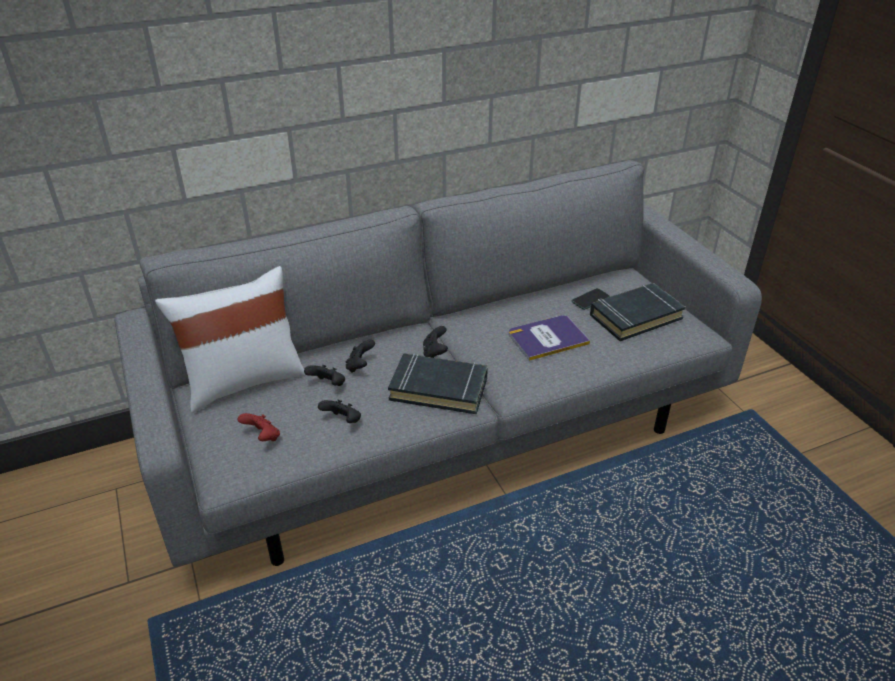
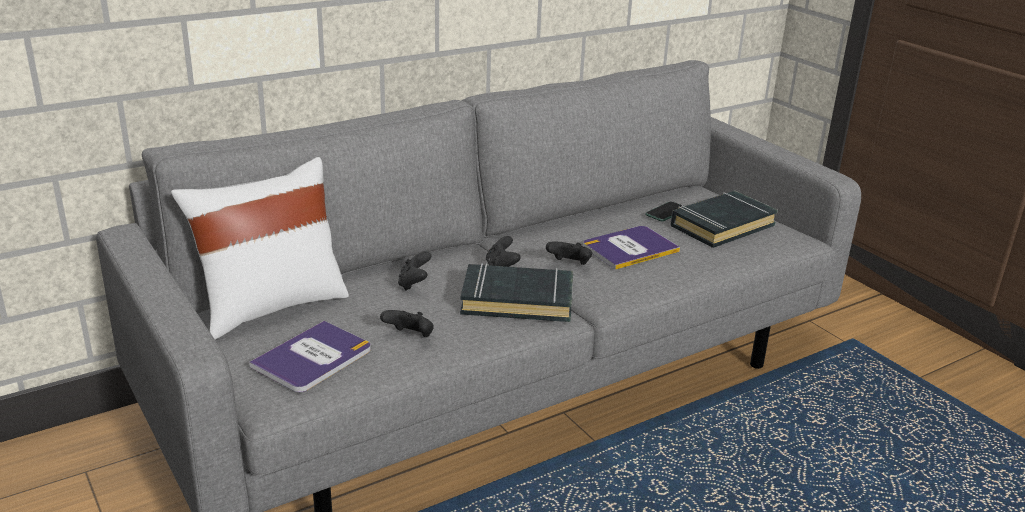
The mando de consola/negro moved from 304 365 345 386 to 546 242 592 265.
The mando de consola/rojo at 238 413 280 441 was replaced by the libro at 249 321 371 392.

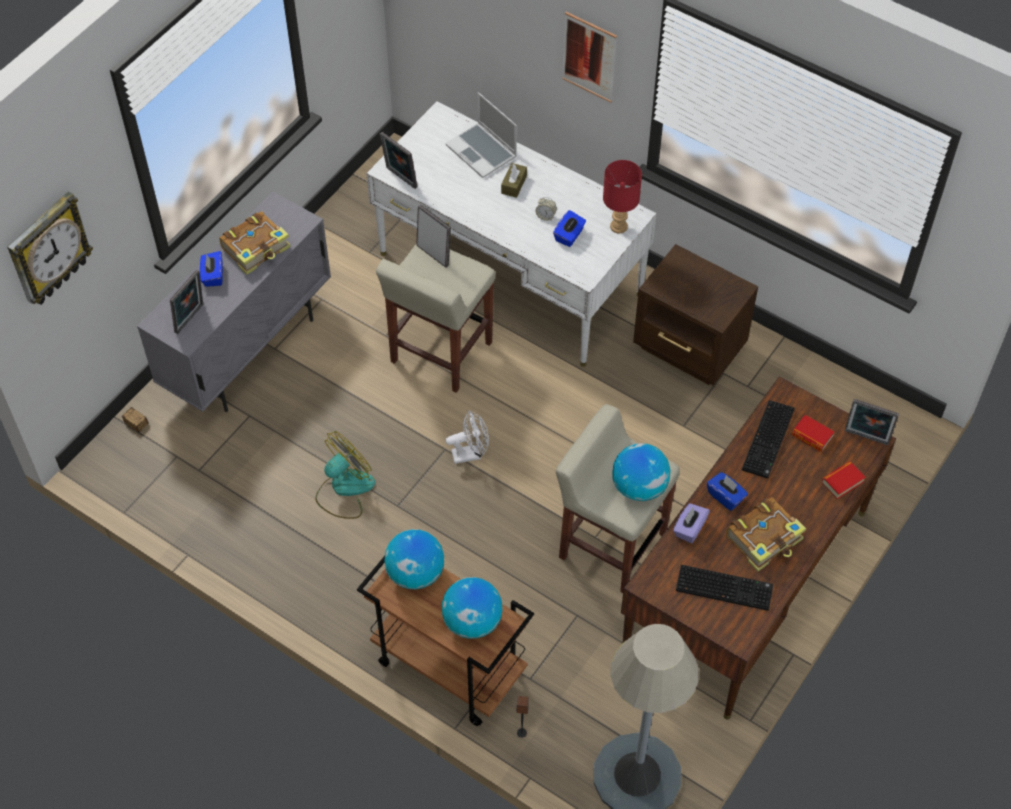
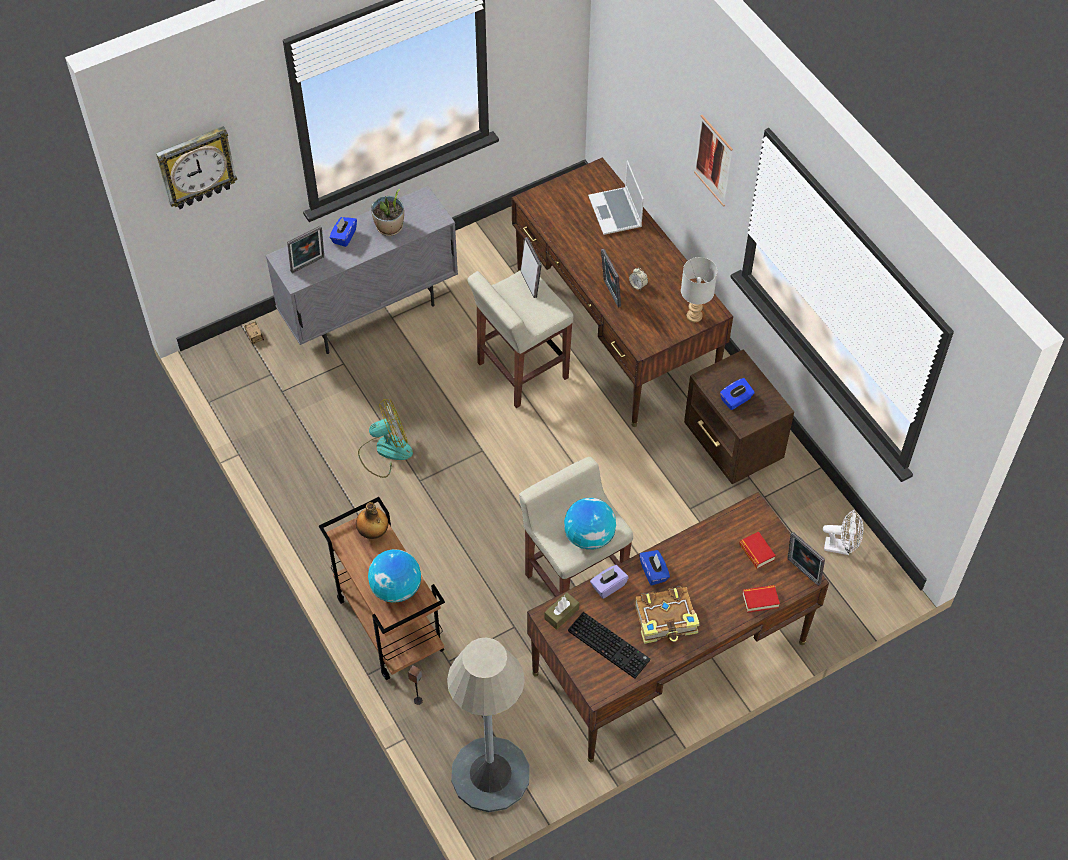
The teclado at 742 400 795 478 disappeared.
The portarretratos moved from 380 132 418 189 to 601 249 621 308.
The ventilador/blanco moved from 445 410 489 464 to 823 510 863 555.
The caja de pañuelos/marrón moved from 501 163 527 198 to 544 592 579 630.
The caja de pañuelos/azul moved from 553 210 586 247 to 720 378 755 410.
The libro at 219 211 291 275 was replaced by the planta en maceta at 371 189 404 236.
The globo terráqueo at 384 529 444 589 was replaced by the botella at 356 502 388 539.
The escritorio/blanco at 366 102 656 367 became the escritorio/marrón at 512 157 733 427.
The lámpara de mesa/rojo at 603 160 642 233 became the lámpara de mesa/gris at 681 257 717 322.

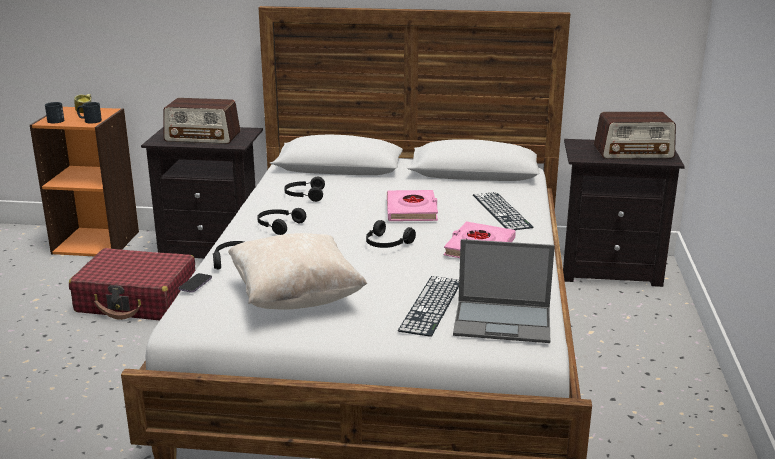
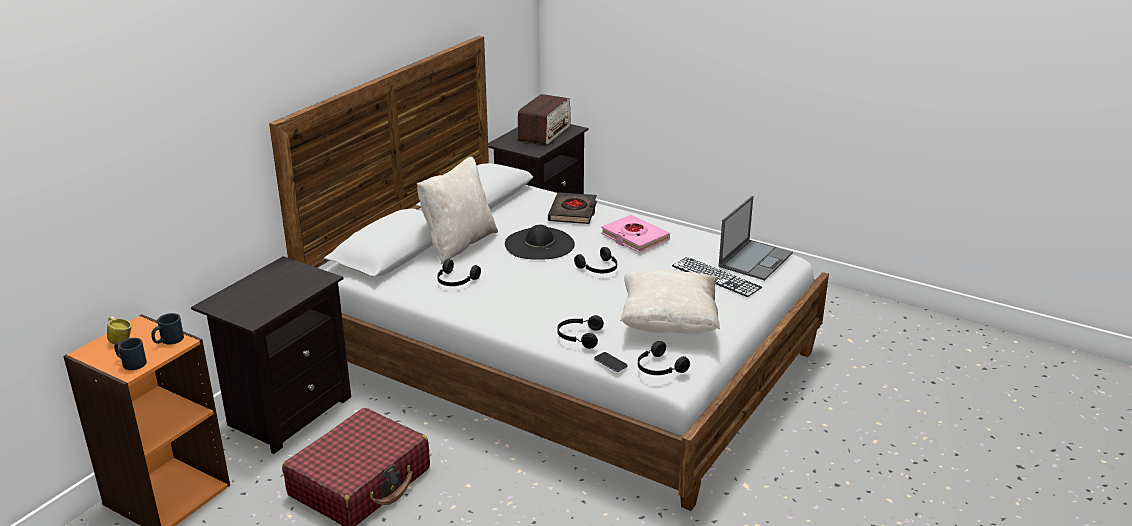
The radio at 163 98 240 144 disappeared.
The cojín/beis at 417 157 498 264 appeared.
The auriculares/negro moved from 257 208 306 235 to 638 341 690 375.
The libro/rosa at 387 190 438 221 was replaced by the sombrero/negro at 505 225 575 260.
The teclado at 473 192 534 230 was replaced by the libro/negro at 548 192 597 224.

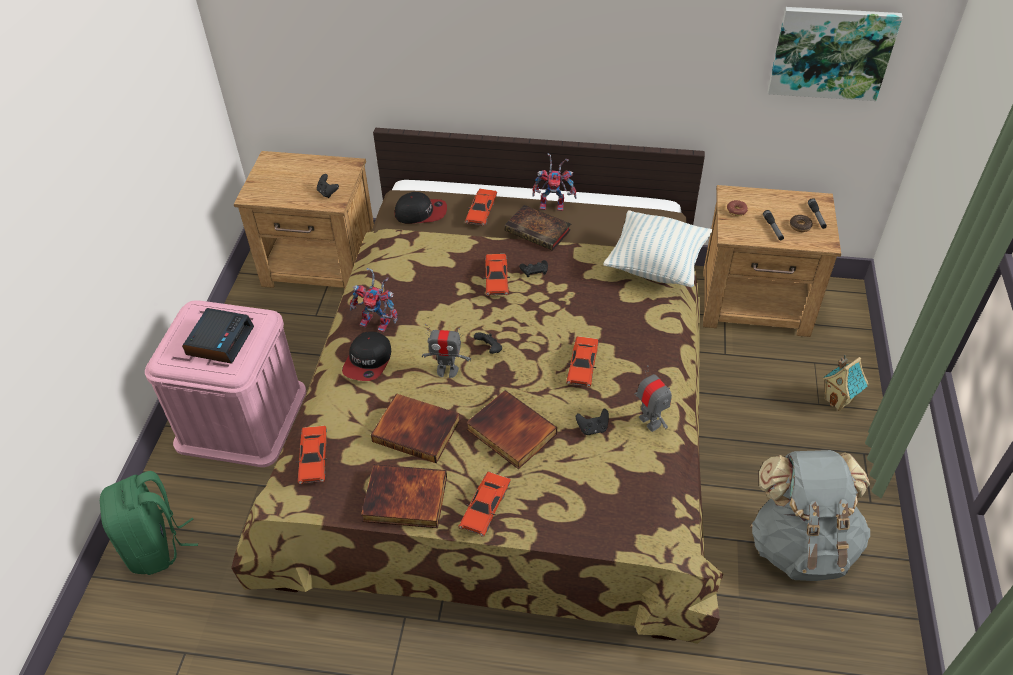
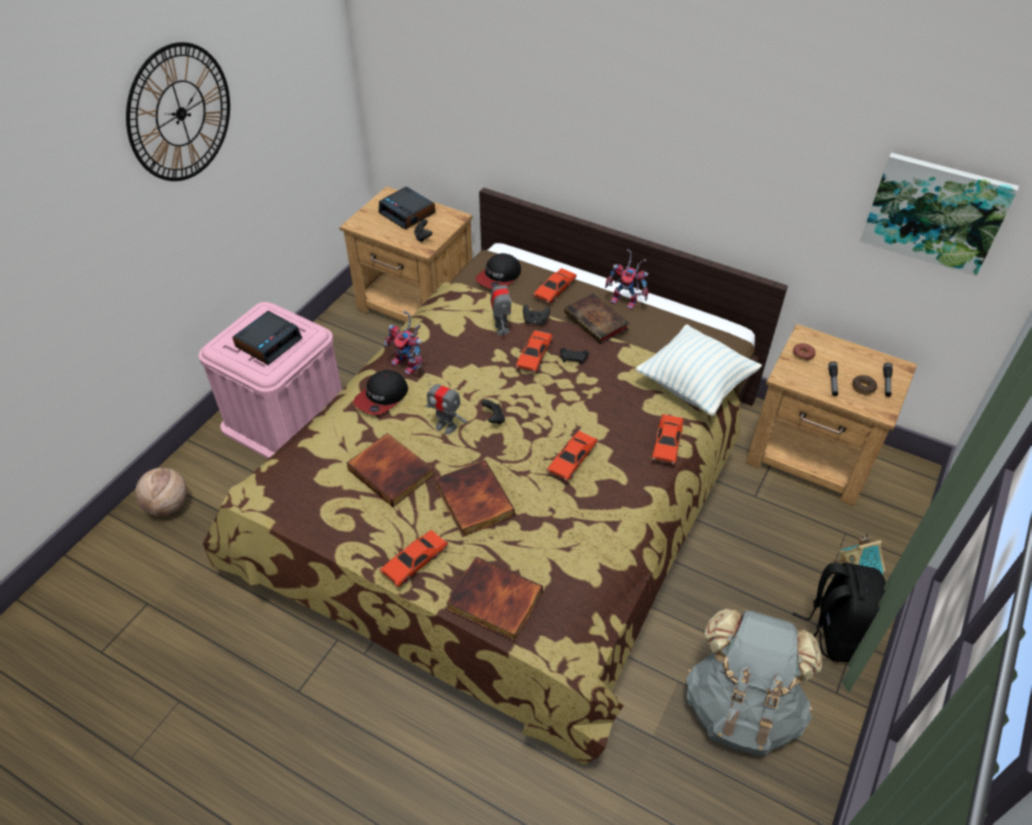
The reloj de pared at 126 42 230 181 appeared.
The despertador at 379 187 435 230 appeared.
The mochila/negro at 792 563 886 662 appeared.
The coche de juguete/rojo moved from 295 426 327 484 to 651 414 684 465.
The libro moved from 361 464 447 528 to 446 557 543 642.
The mando de consola/negro moved from 576 409 609 435 to 523 305 550 325.
The robot de juguete moved from 634 365 672 432 to 490 275 511 335.
The mochila/verde at 100 471 198 575 was replaced by the balón de baloncesto at 135 468 187 516.
The gorra at 394 192 447 224 turned 105 degrees clockwise.

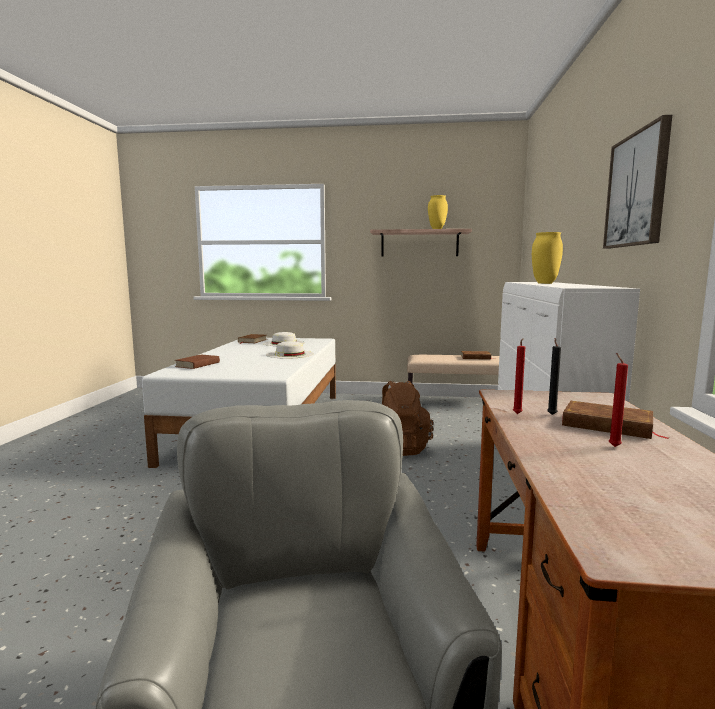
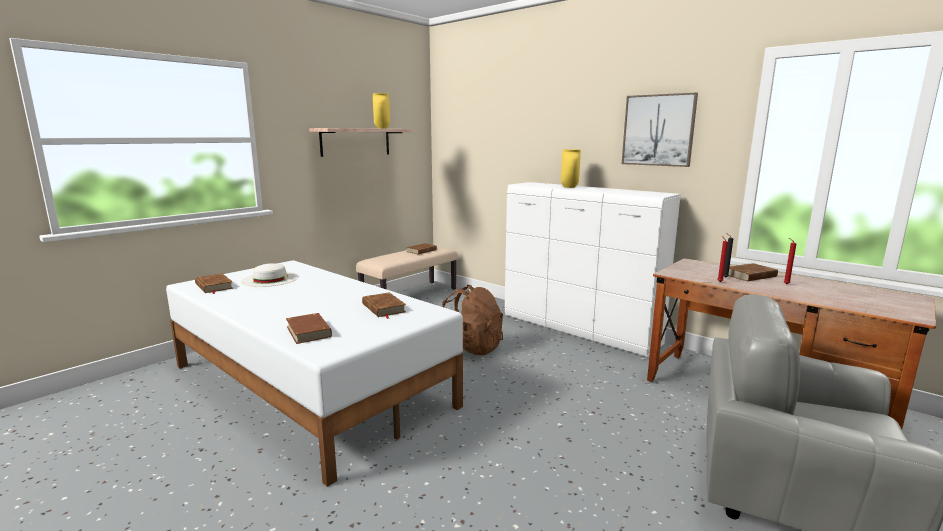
The sombrero/blanco at 266 341 314 359 disappeared.
The libro/marrón at 362 292 406 319 appeared.

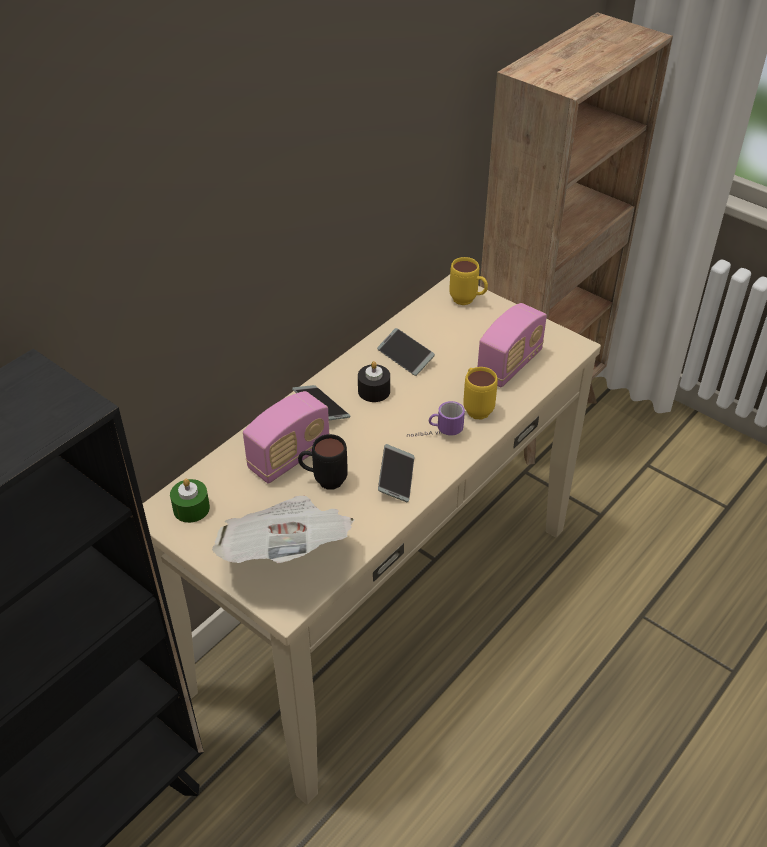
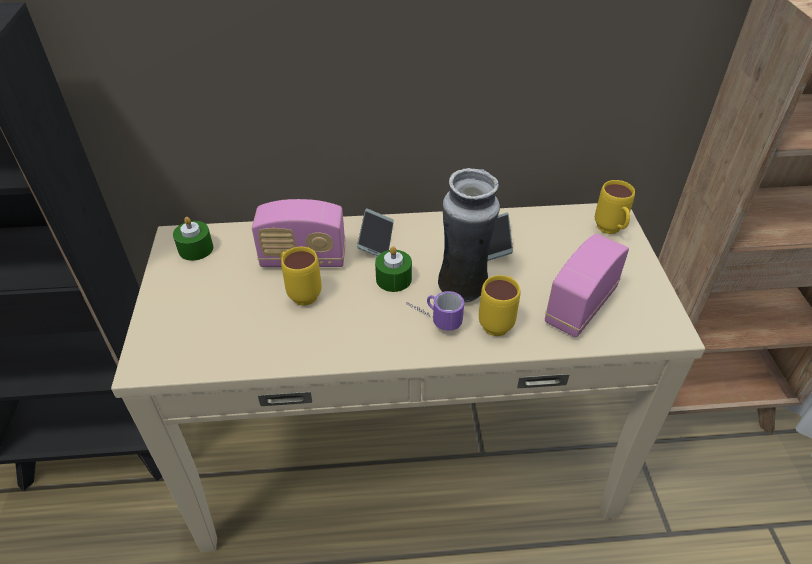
The periódico at 212 496 355 563 disappeared.
The vela/negro at 358 361 390 402 disappeared.
The móvil at 378 444 414 502 disappeared.
The vela/verde at 375 246 412 292 appeared.
The florero at 438 168 500 303 appeared.
The taza grande/negro at 298 434 348 490 became the taza grande/amarillo at 281 247 322 306.
The radio at 477 303 547 387 turned 135 degrees clockwise.

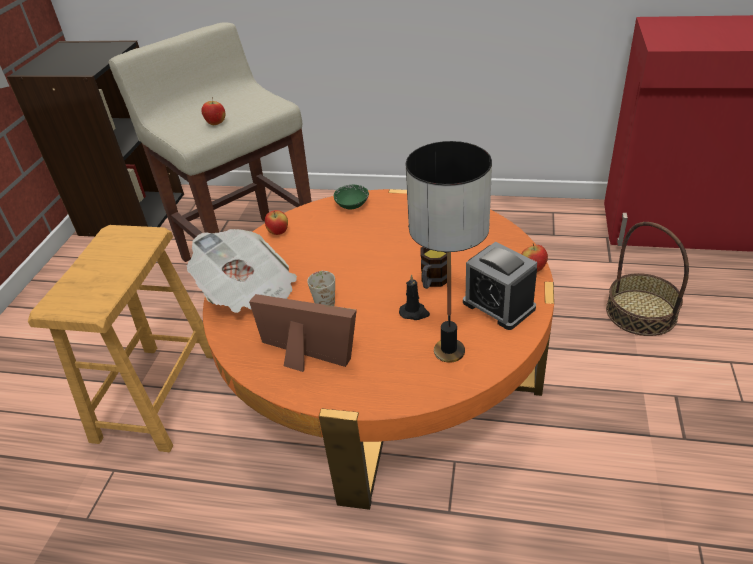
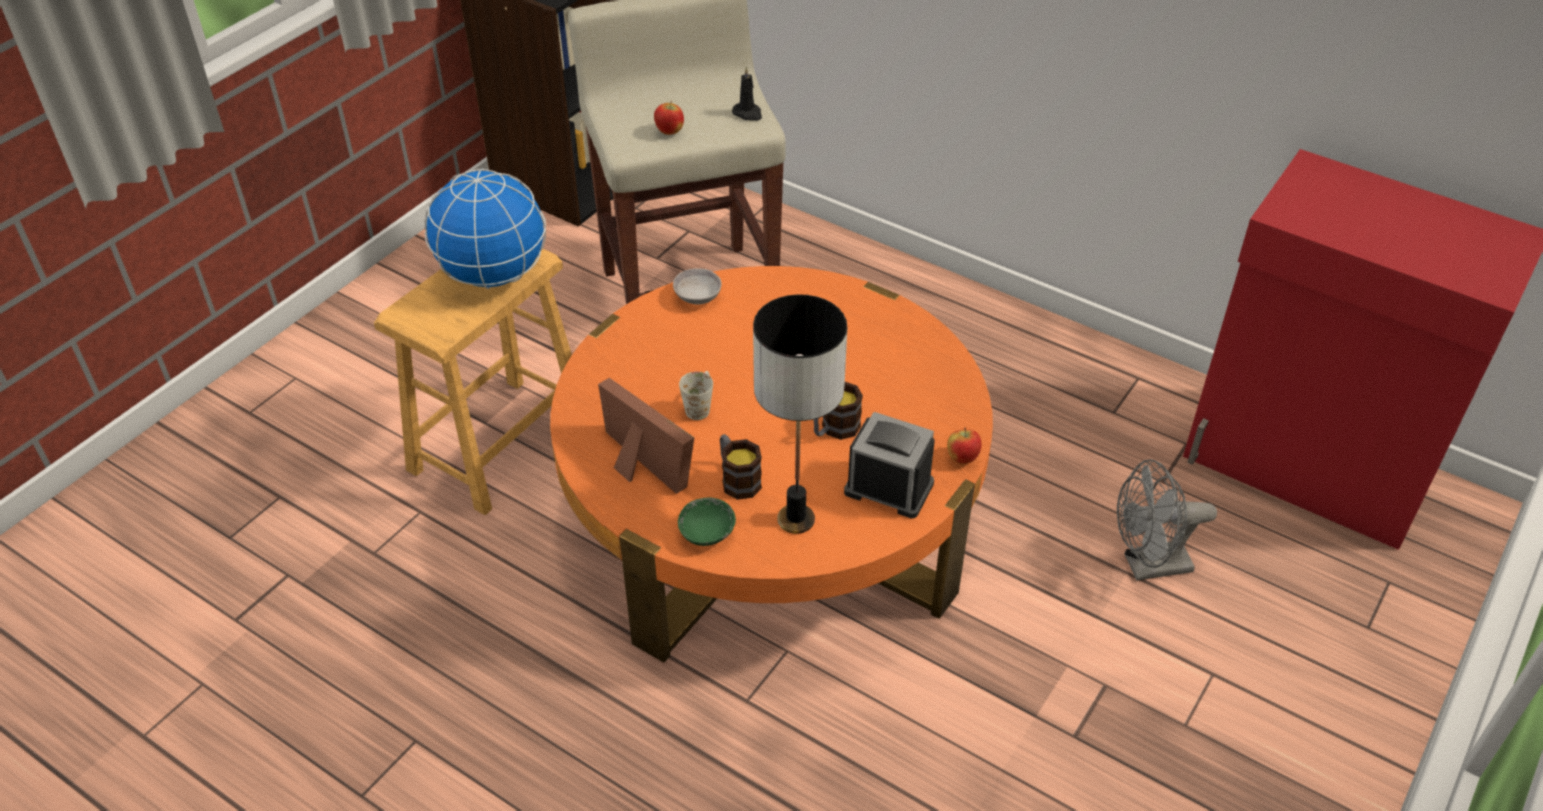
The periódico at 187 229 297 313 disappeared.
The globo terráqueo at 425 169 546 289 appeared.
The taza grande at 720 434 762 500 appeared.
The cuenco/verde moved from 334 185 369 209 to 678 498 736 546.
The vela/negro moved from 399 274 430 320 to 732 66 762 121.
The manzana at 265 210 288 235 was replaced by the cuenco/gris at 673 268 722 304.
The cesta at 606 222 689 336 was replaced by the ventilador/gris at 1117 459 1217 581.
The despertador at 463 242 537 330 turned 135 degrees clockwise.

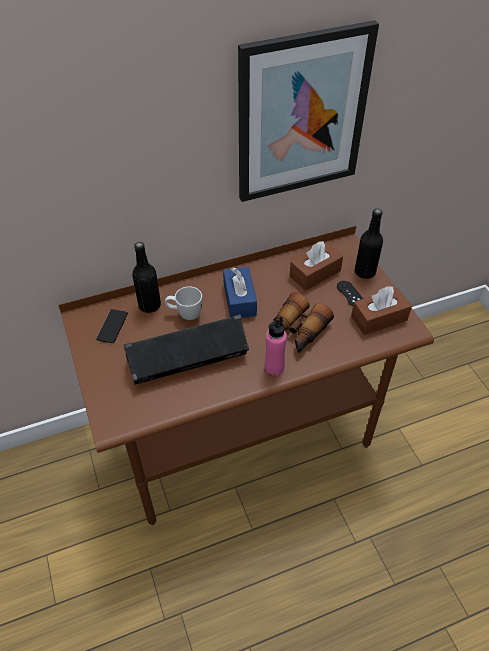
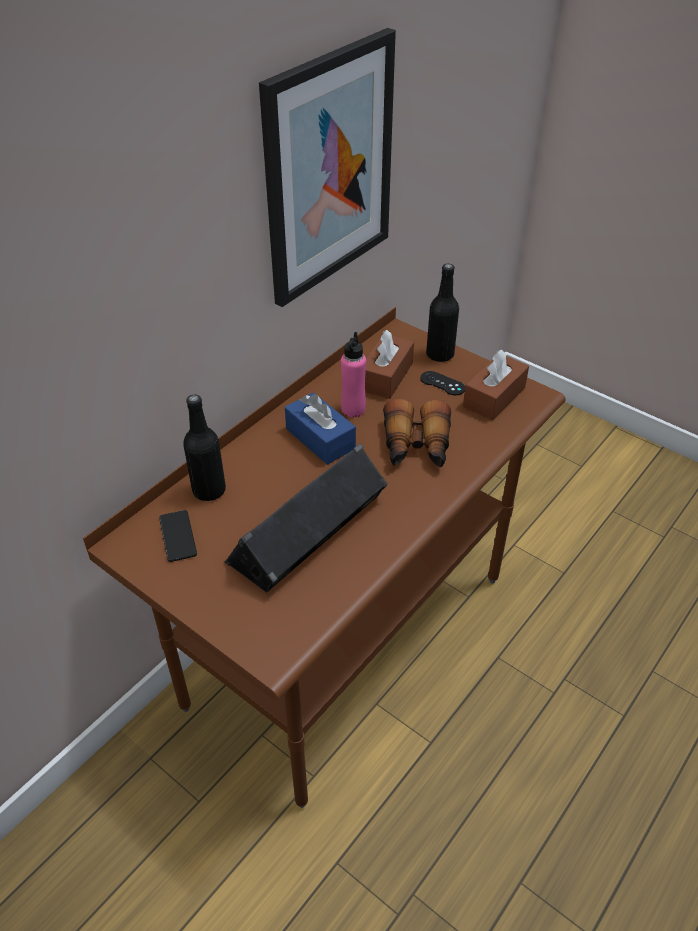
The taza grande/blanco at 165 286 202 320 disappeared.
The botella/rosa moved from 264 317 287 376 to 341 332 366 417.

